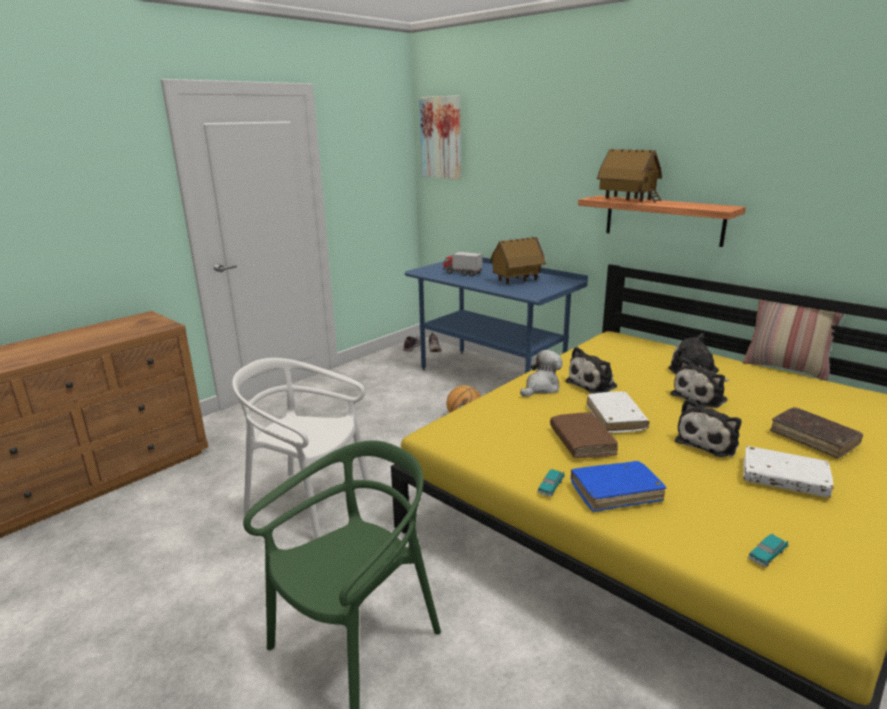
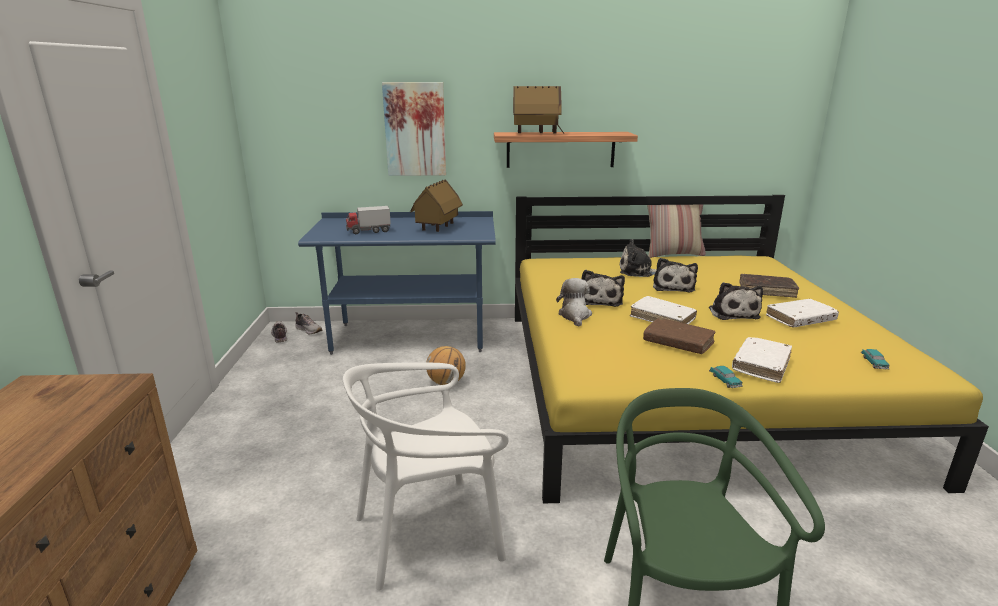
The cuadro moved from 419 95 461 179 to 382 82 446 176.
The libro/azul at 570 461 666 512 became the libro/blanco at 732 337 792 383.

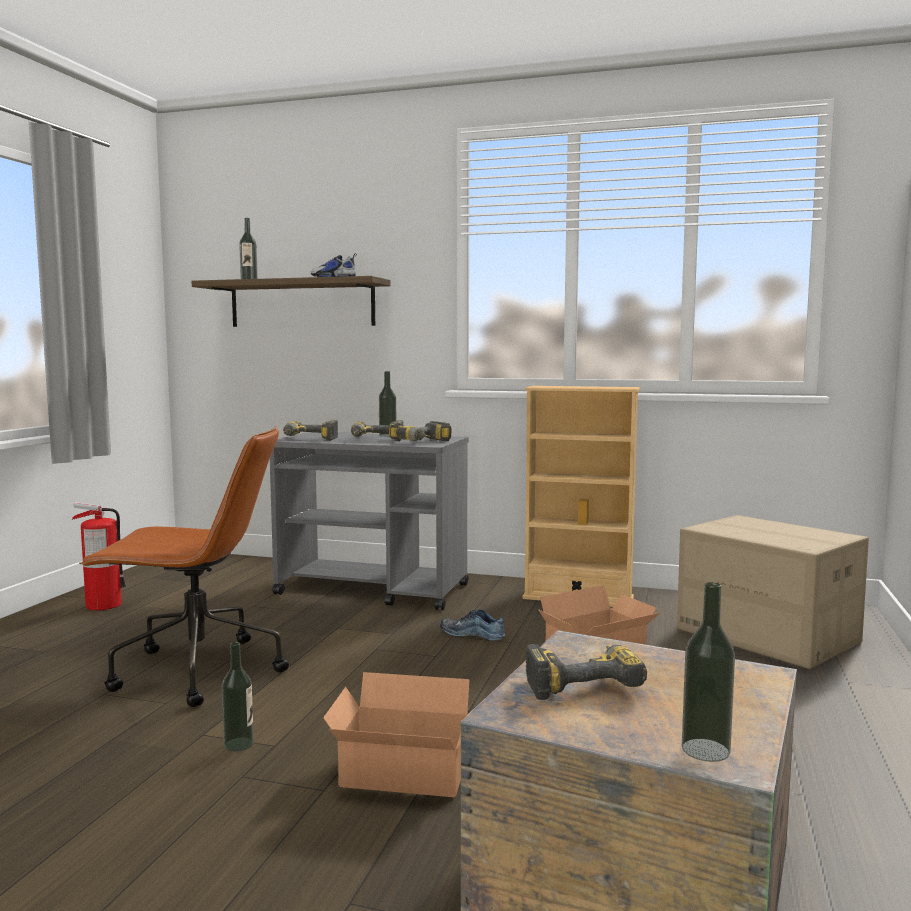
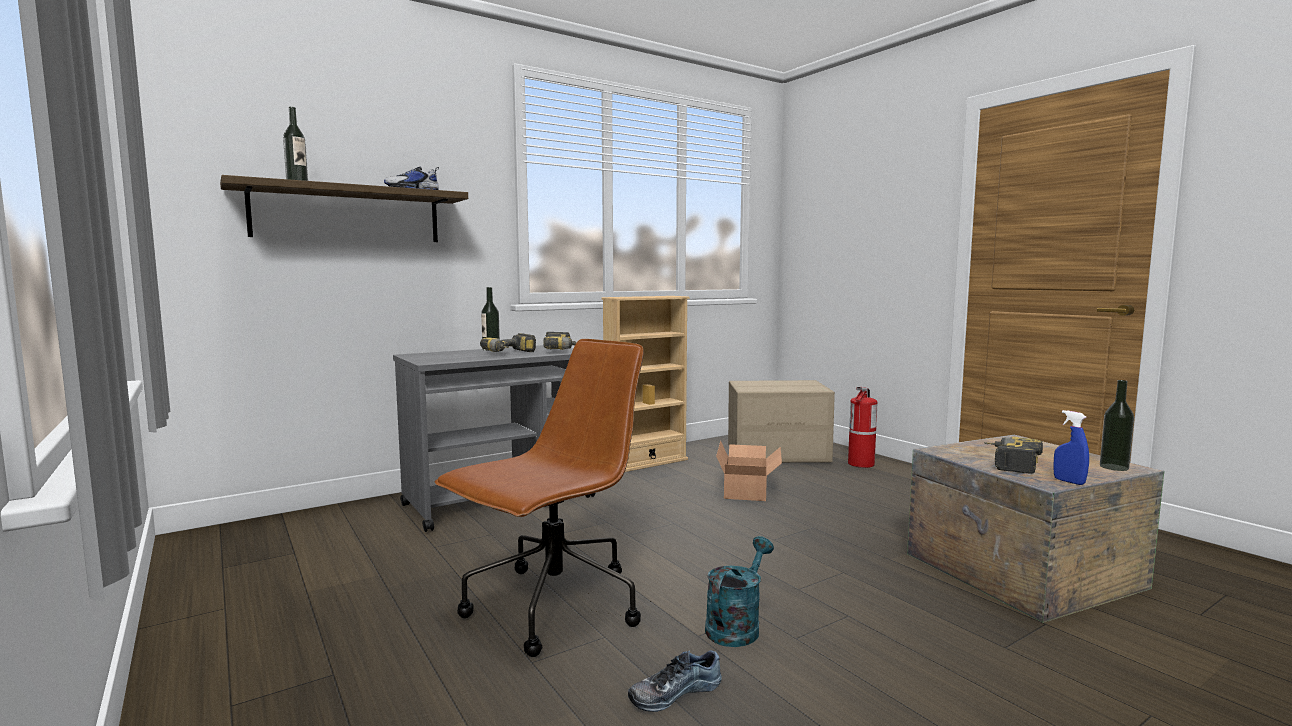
The taladro at 283 420 338 441 disappeared.
The caja de cartón at 323 672 479 797 disappeared.
The pulverizador/azul at 1053 410 1089 485 appeared.
The extintor moved from 72 502 126 611 to 848 387 878 468.
The zapato moved from 440 609 505 641 to 628 650 722 712.
The botella at 222 642 254 751 was replaced by the regadera/turquesa at 705 536 774 647.

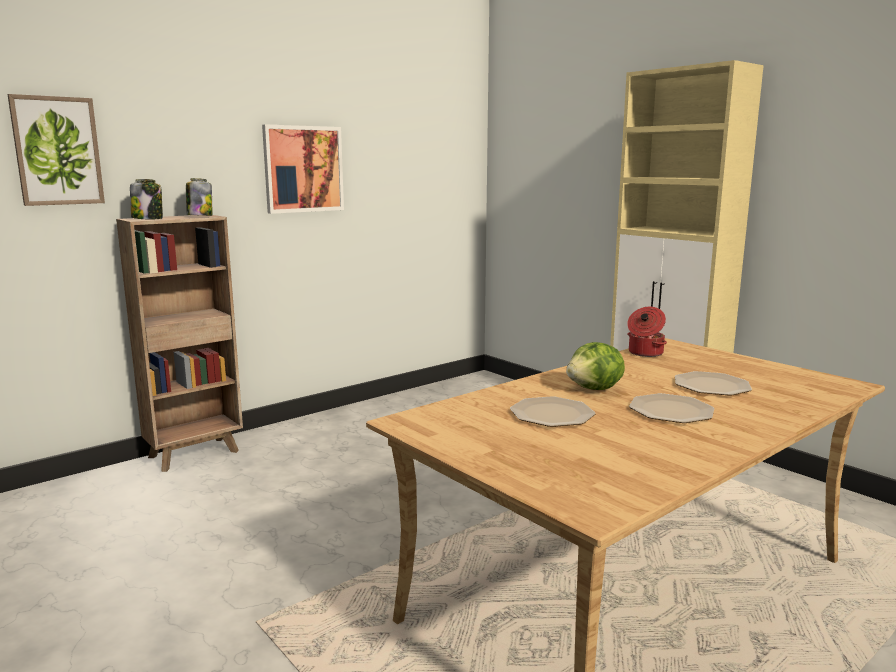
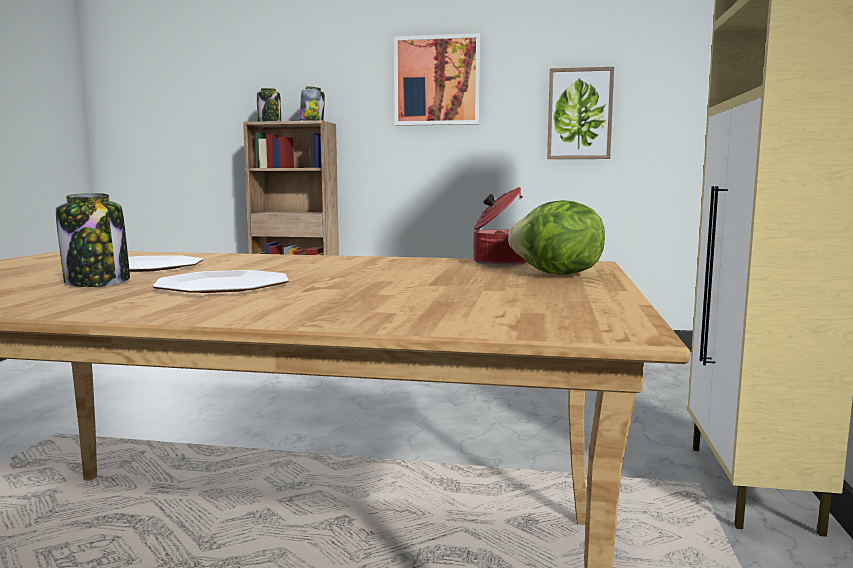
The plato at 675 371 752 396 disappeared.
The tarro at 56 193 130 287 appeared.
The cuadro moved from 8 94 105 206 to 547 67 614 159.
The lechuga moved from 566 342 625 390 to 508 200 605 275.

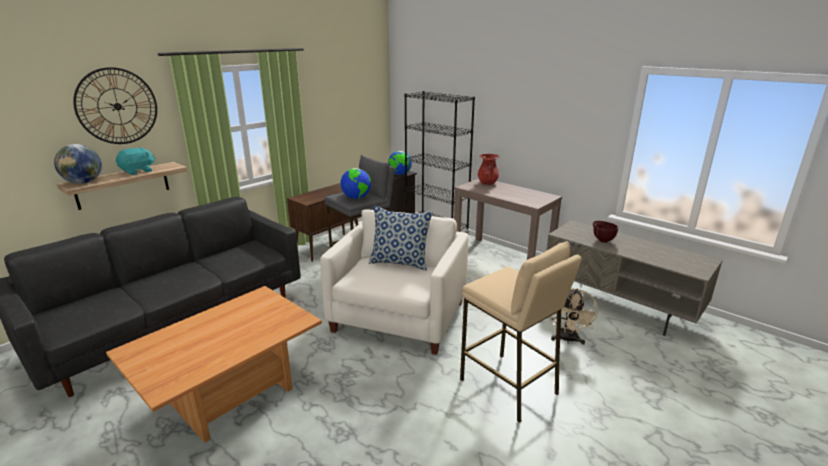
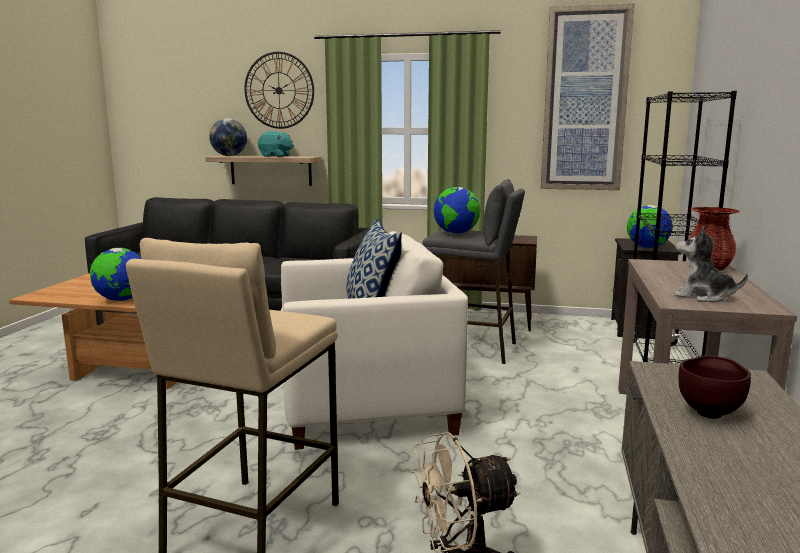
The globo terráqueo at 90 248 141 301 appeared.
The cuadro at 541 3 635 190 appeared.
The peluche at 674 227 748 302 appeared.

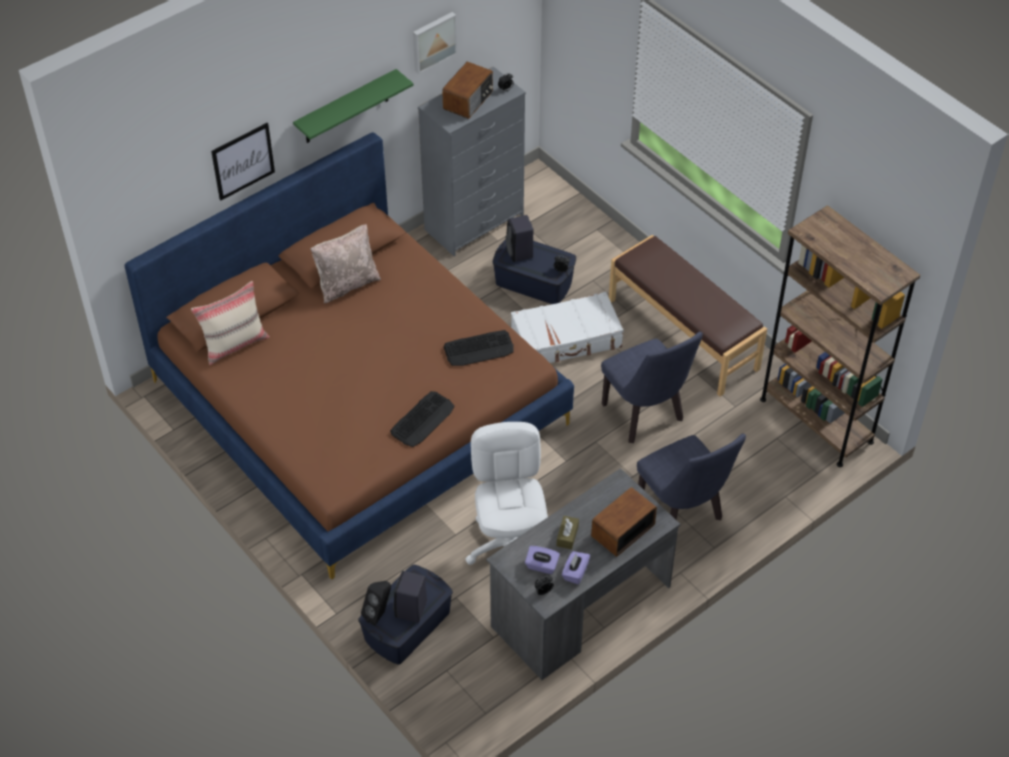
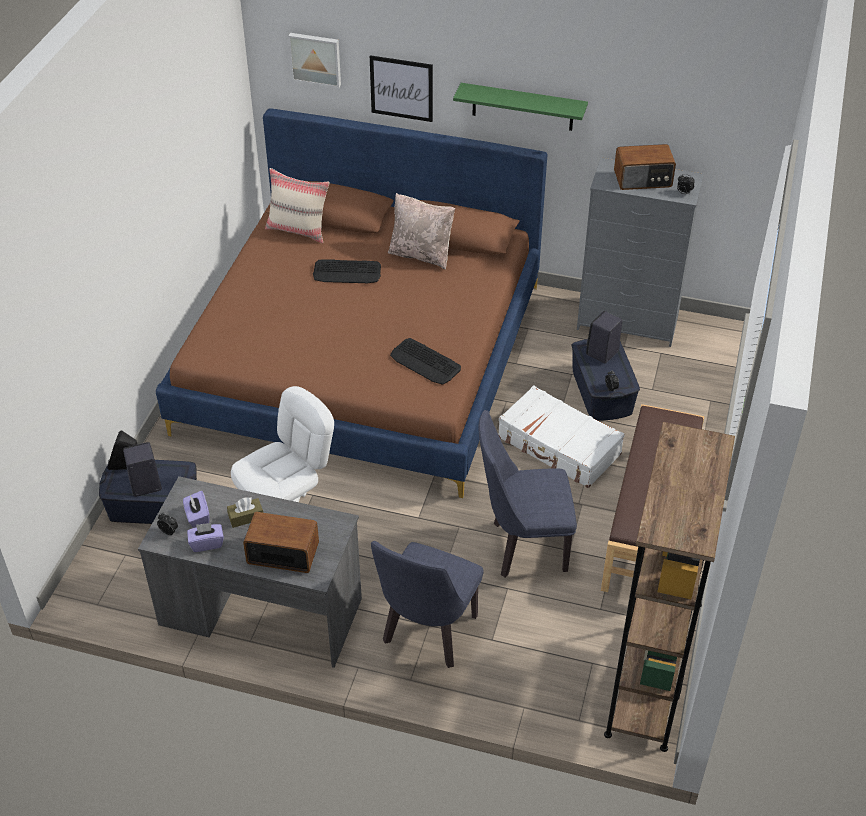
The teclado moved from 390 391 454 447 to 313 260 381 284.
The cuadro moved from 413 12 457 74 to 288 33 341 88.
The silla/azul at 601 332 703 443 turned 60 degrees clockwise.

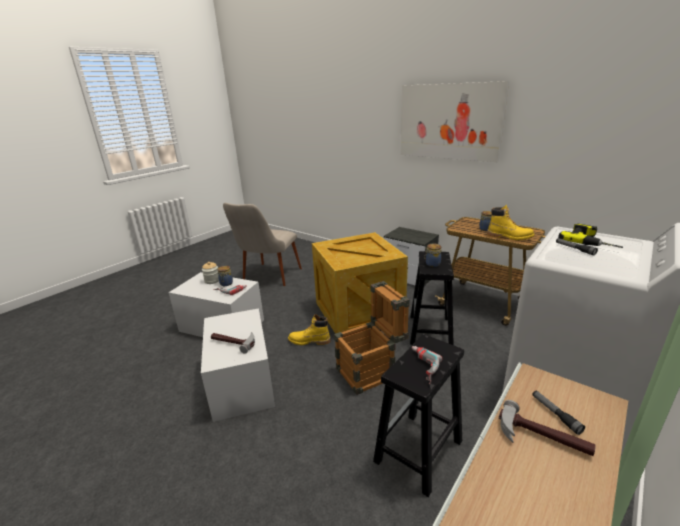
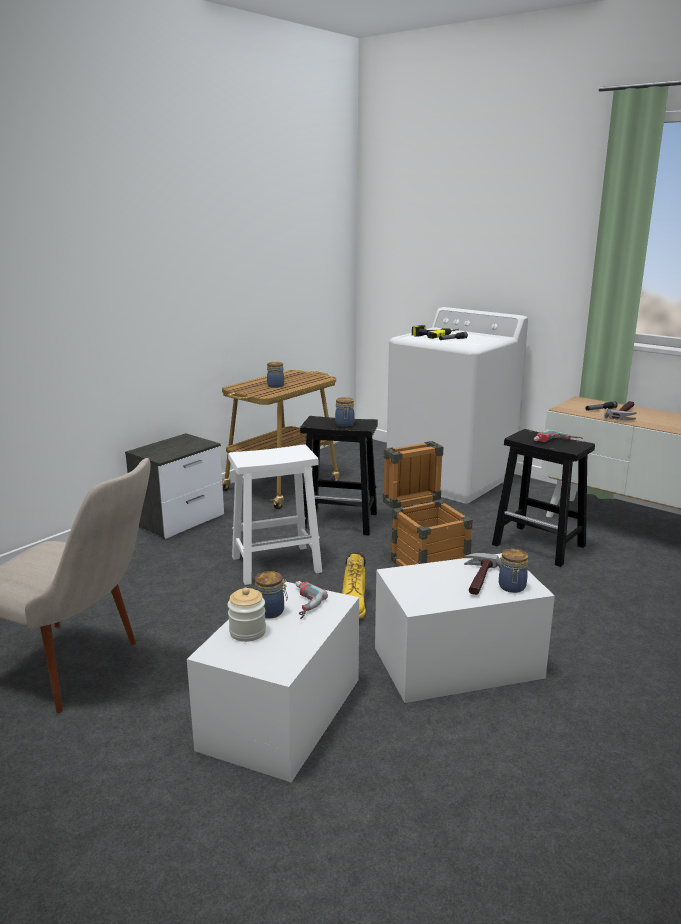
The cuadro at 401 81 509 162 disappeared.
The bota/amarillo at 487 205 534 240 disappeared.
The tarro at 499 549 528 593 appeared.
The caja de embalaje at 312 232 408 334 was replaced by the taburete/blanco at 228 444 322 585.

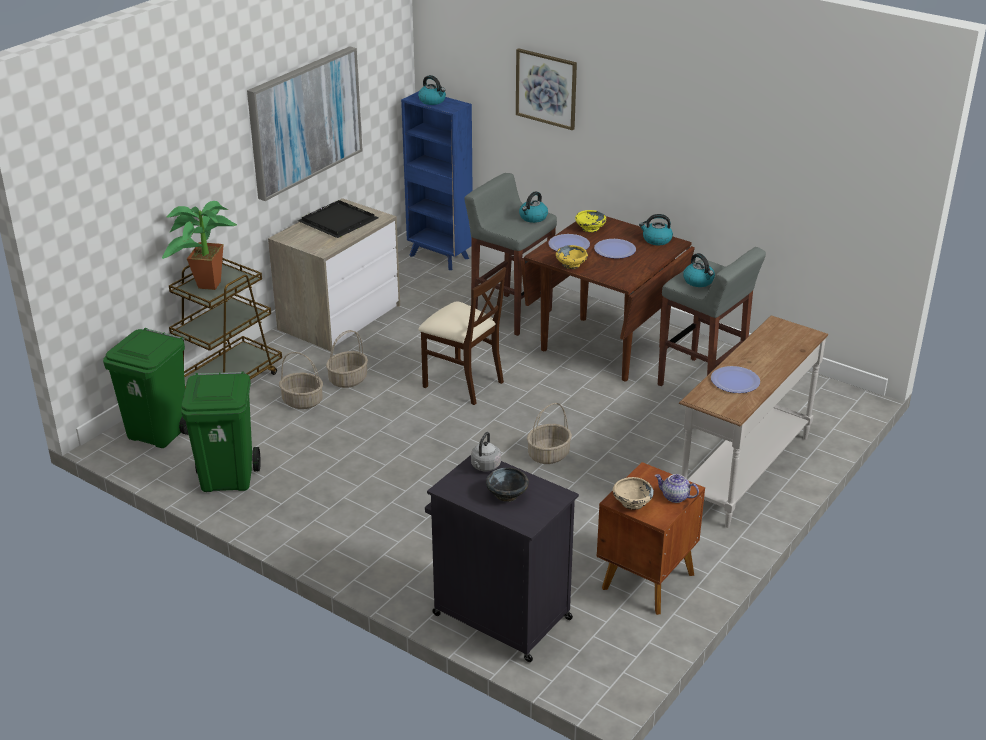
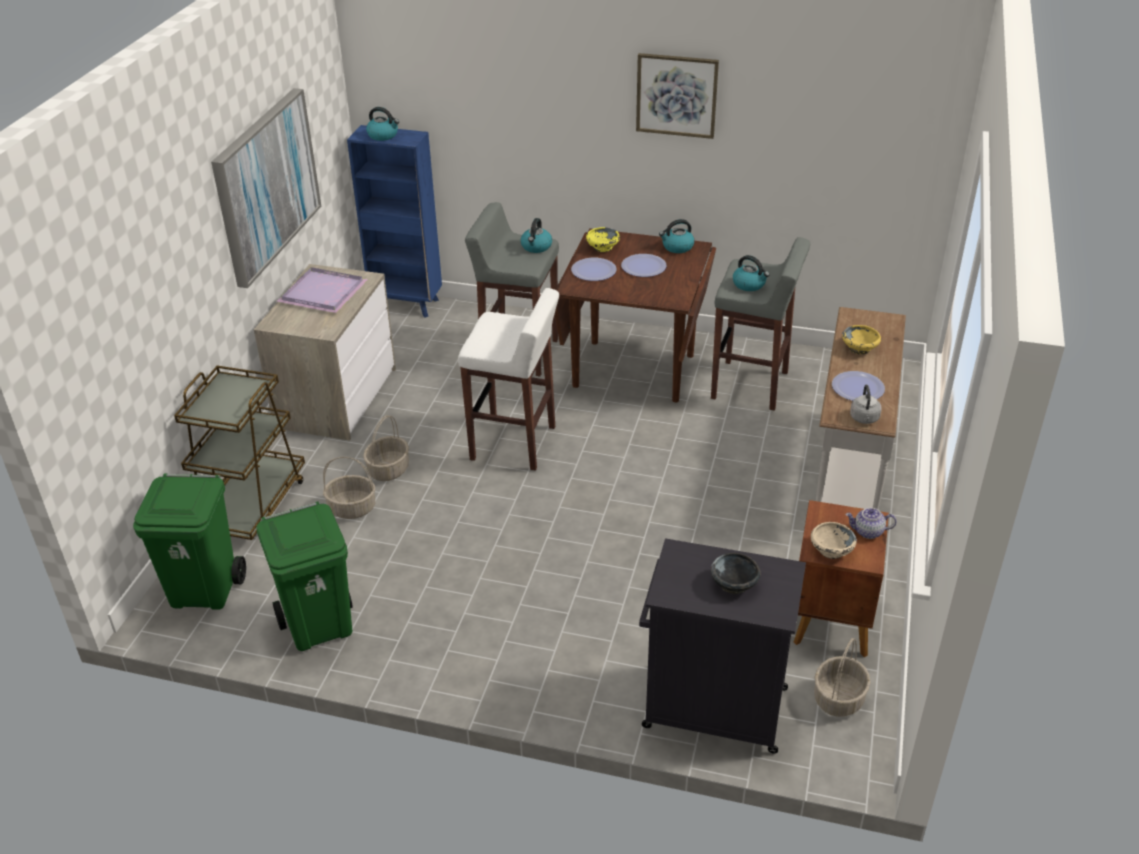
The planta en maceta at 162 201 237 290 disappeared.
The hervidor/gris moved from 471 432 501 472 to 850 385 882 424.
The cuadro moved from 516 48 577 130 to 636 53 719 139.
The cesta moved from 527 403 572 464 to 814 638 871 717.
The cuenco/amarillo moved from 556 245 588 269 to 842 325 881 354.
The silla/beis at 418 267 506 405 was replaced by the taburete/blanco at 458 288 559 471.
The bandeja/negro at 298 200 379 238 became the bandeja/morado at 276 267 368 313.

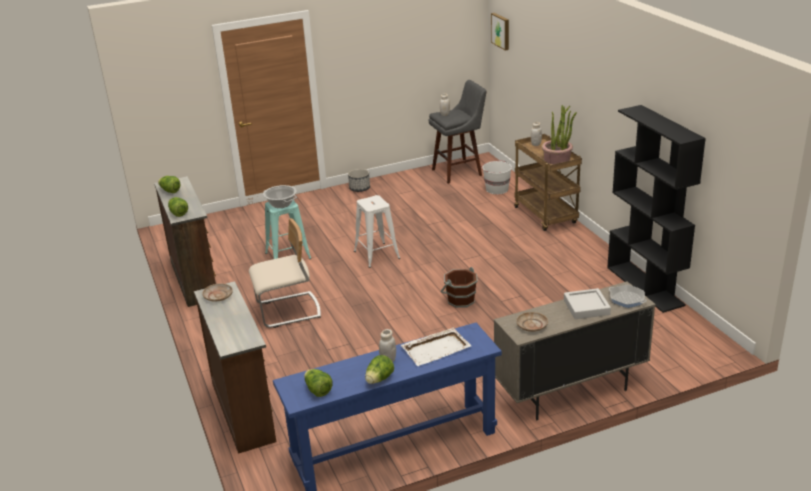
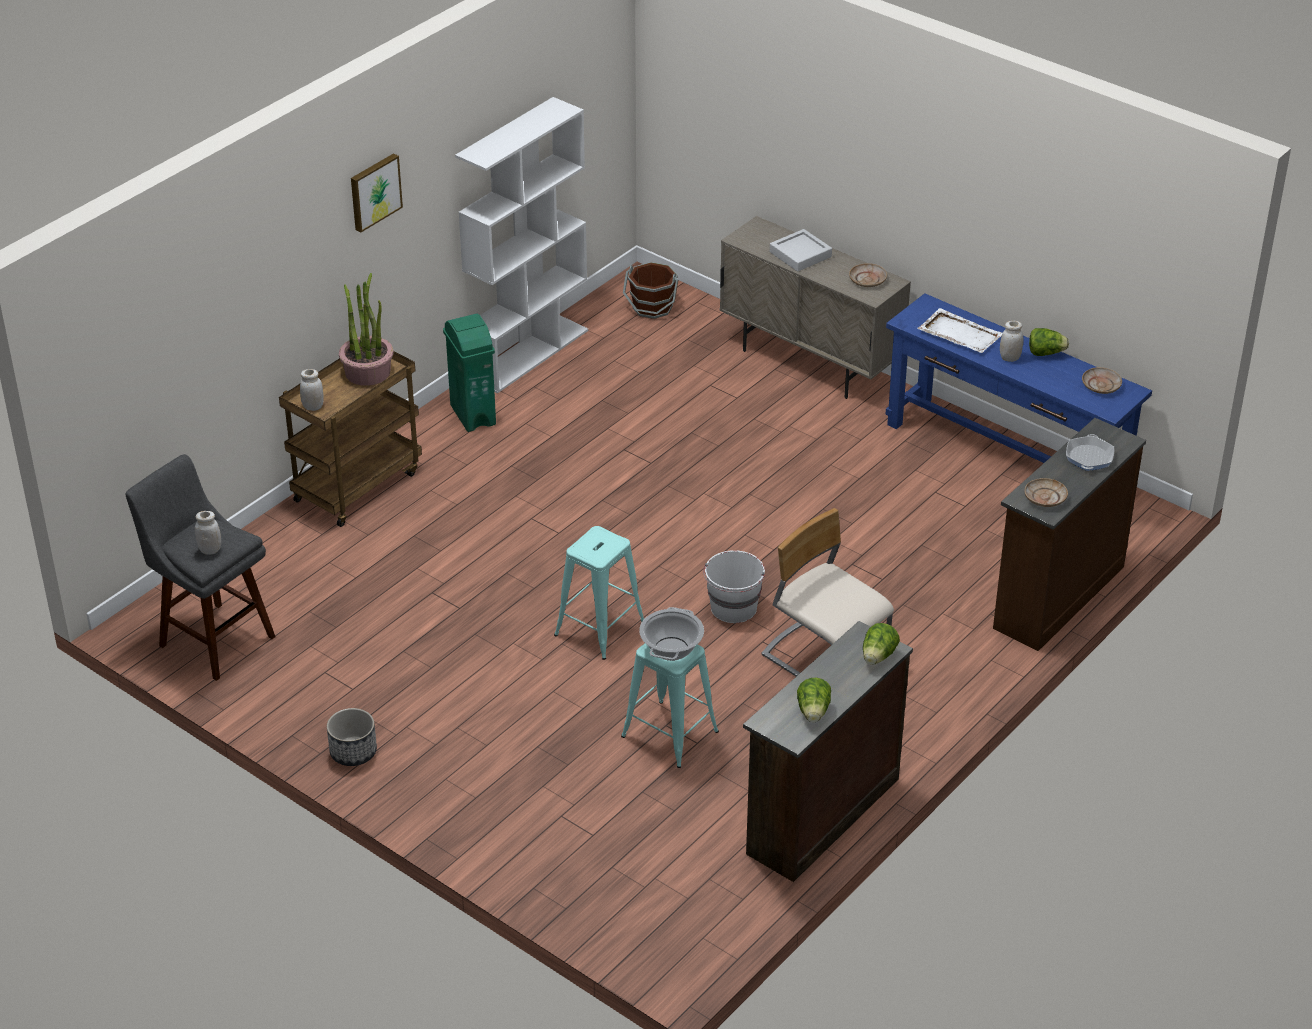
The papelera/verde at 443 314 496 432 appeared.
The cubo/marrón moved from 440 267 477 308 to 623 262 678 319.
The cubo/blanco moved from 481 161 512 194 to 703 550 765 623.
The cuadro moved from 491 13 509 51 to 351 153 403 232.
The sartén moved from 609 285 647 308 to 1066 434 1115 471.
The lechuga at 304 369 333 397 was replaced by the plato/beis at 1082 367 1122 394.
The taburete/blanco at 354 195 400 268 became the taburete/turquesa at 554 526 644 660.
The estantería/negro at 607 105 706 313 became the estantería/blanco at 455 97 588 393.

